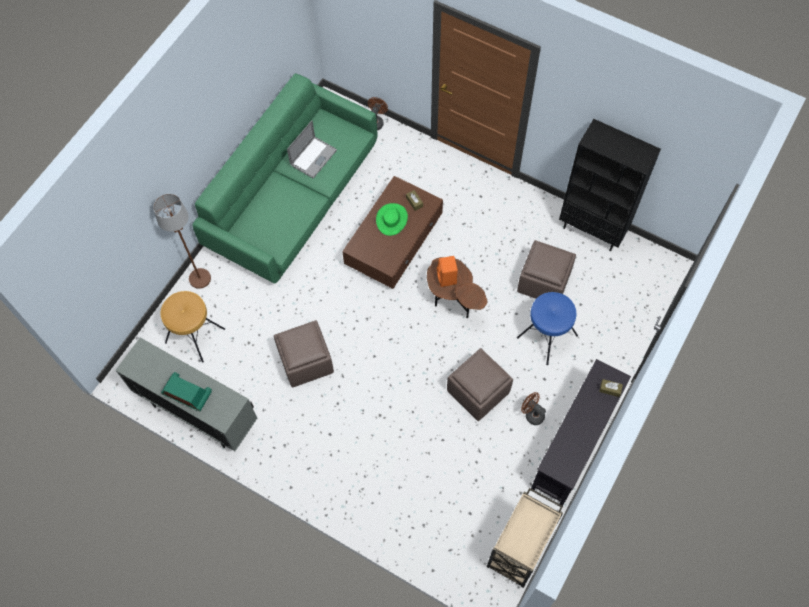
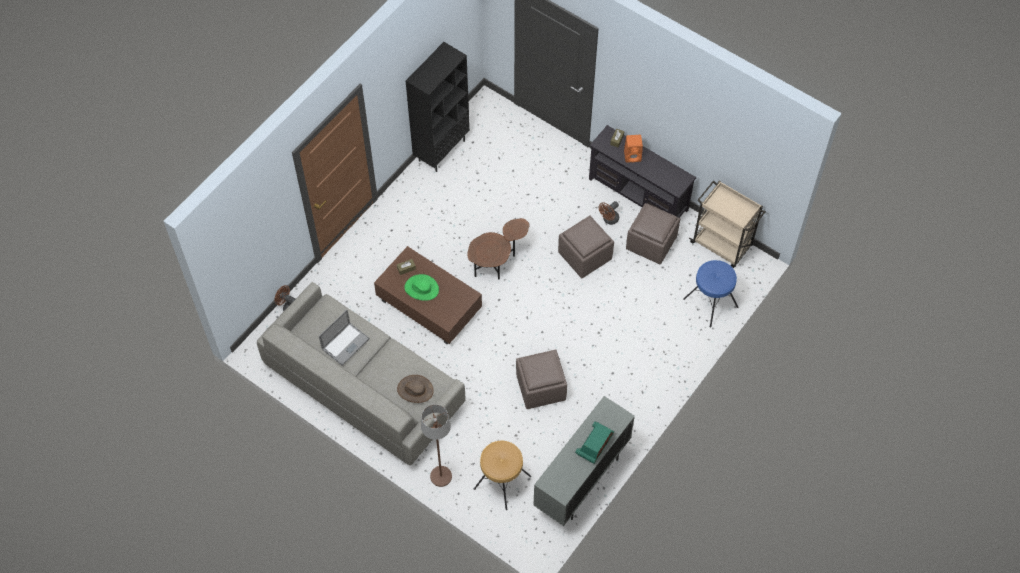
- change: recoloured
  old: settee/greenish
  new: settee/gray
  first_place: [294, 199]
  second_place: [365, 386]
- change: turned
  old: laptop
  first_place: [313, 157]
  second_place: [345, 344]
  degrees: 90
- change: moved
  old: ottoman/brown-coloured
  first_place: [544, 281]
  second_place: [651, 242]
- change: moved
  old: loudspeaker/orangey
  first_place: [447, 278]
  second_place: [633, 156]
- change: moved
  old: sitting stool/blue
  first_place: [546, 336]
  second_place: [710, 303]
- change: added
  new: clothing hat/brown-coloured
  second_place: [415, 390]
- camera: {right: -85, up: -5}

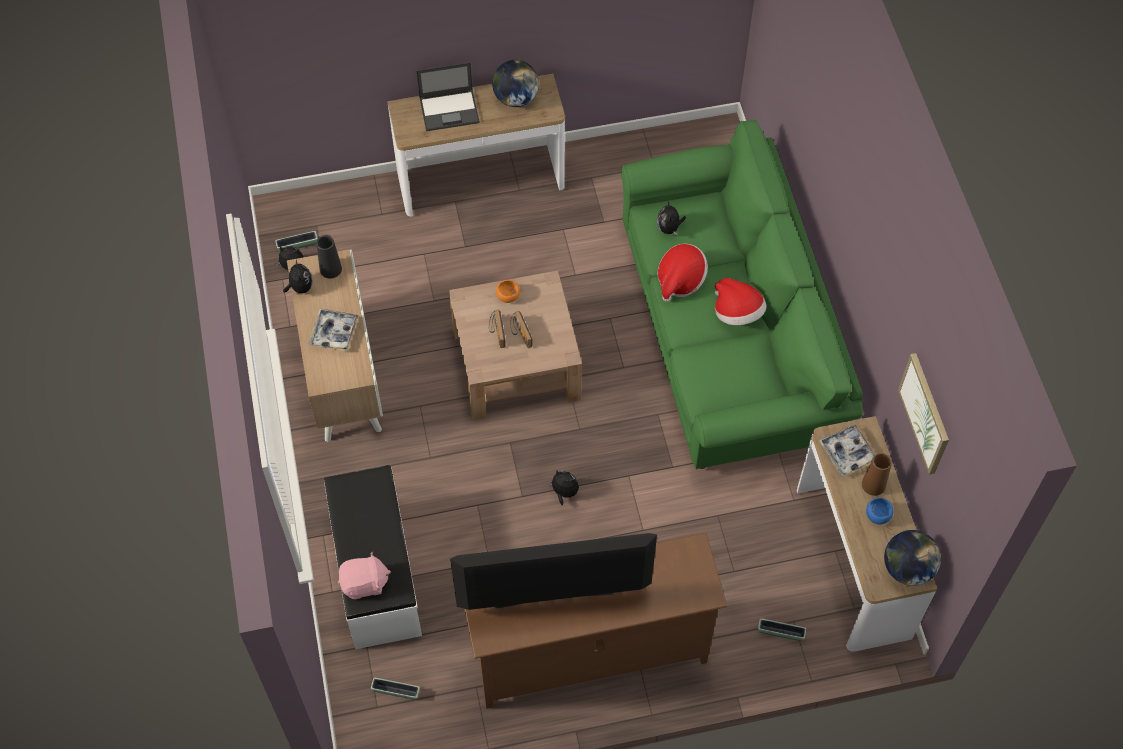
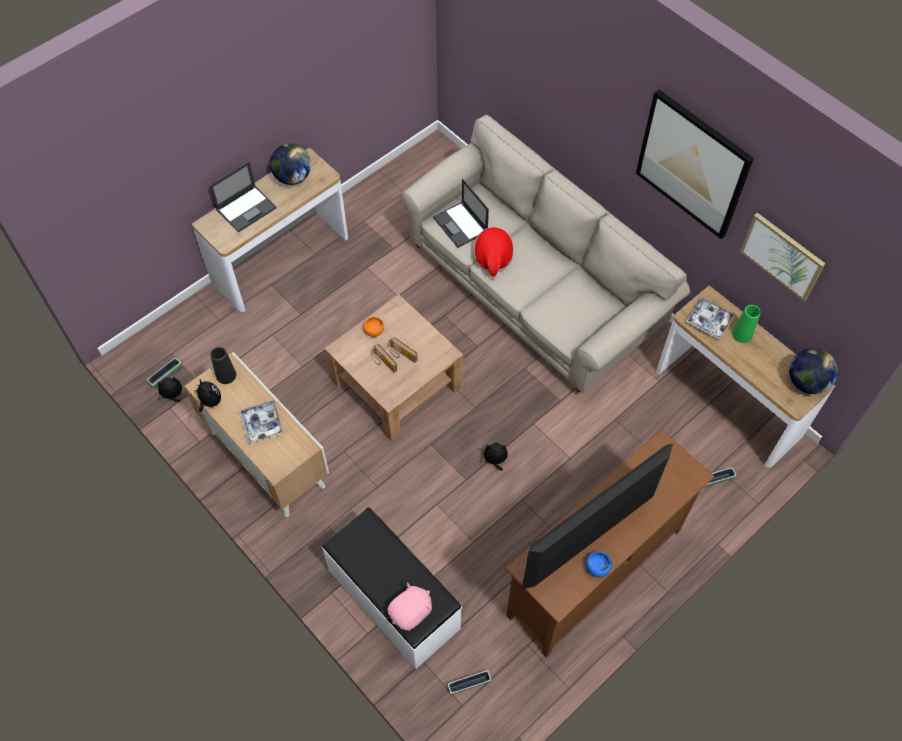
- change: recoloured
  old: settee/greenish
  new: settee/beige-coloured
  first_place: [727, 334]
  second_place: [535, 286]
- change: replaced
  old: plush toy
  new: laptop
  first_place: [669, 228]
  second_place: [461, 225]
- change: removed
  old: clothing hat
  first_place: [737, 313]
- change: recoloured
  old: decorative vase/brown-coloured
  new: decorative vase/greenish
  first_place: [873, 484]
  second_place: [742, 334]
- change: moved
  old: deep dish/blue
  first_place: [878, 515]
  second_place: [597, 567]
- change: added
  new: wall picture
  second_place: [692, 164]
- camera: {right: -30, up: 0}

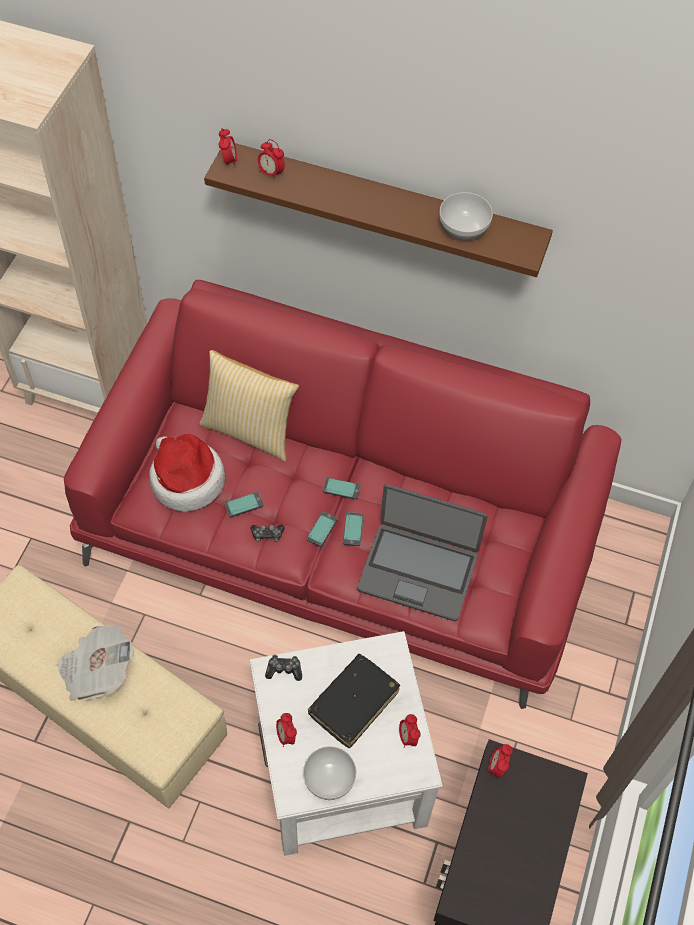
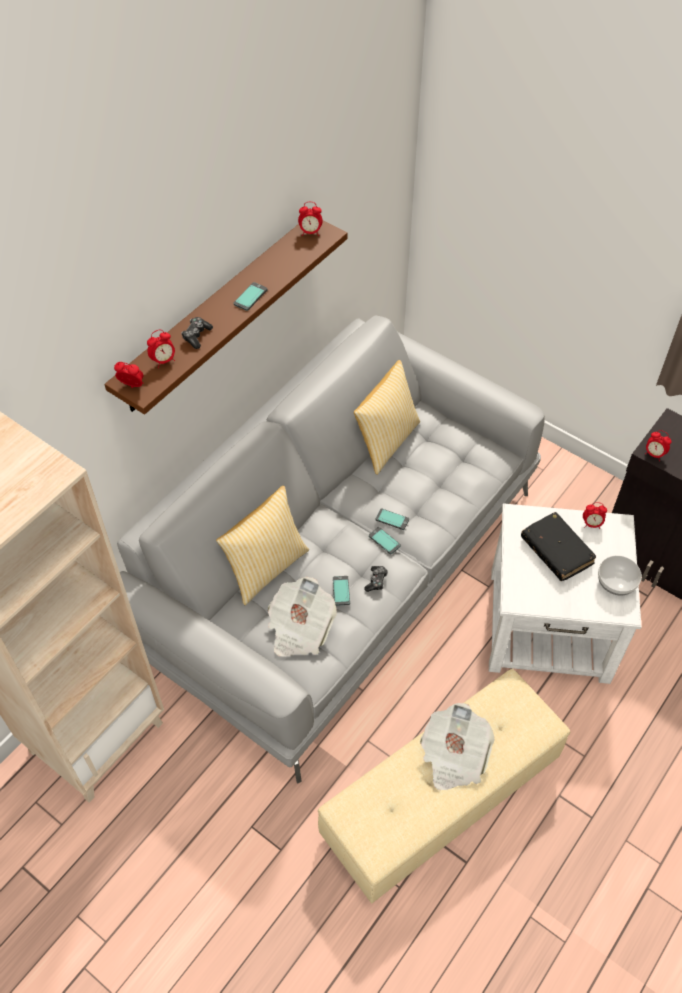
- change: removed
  old: deep dish
  first_place: [463, 228]
- change: recoloured
  old: settee/reddish
  new: settee/gray
  first_place: [343, 533]
  second_place: [341, 567]
- change: replaced
  old: clothing hat
  new: newspaper
  first_place: [186, 480]
  second_place: [299, 628]
- change: moved
  old: phone
  first_place: [341, 488]
  second_place: [250, 297]
- change: removed
  old: laptop
  first_place: [418, 571]
- change: moved
  old: gamepad
  first_place: [284, 670]
  second_place: [196, 336]
- change: moved
  old: bedside clock
  first_place: [286, 736]
  second_place: [310, 232]
- change: added
  new: pillow
  second_place: [386, 442]
- camera: {right: -70, up: -5}

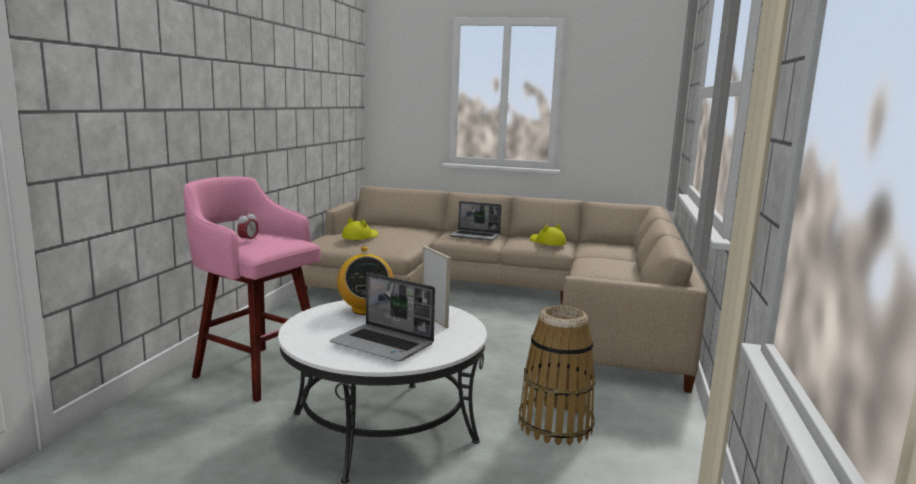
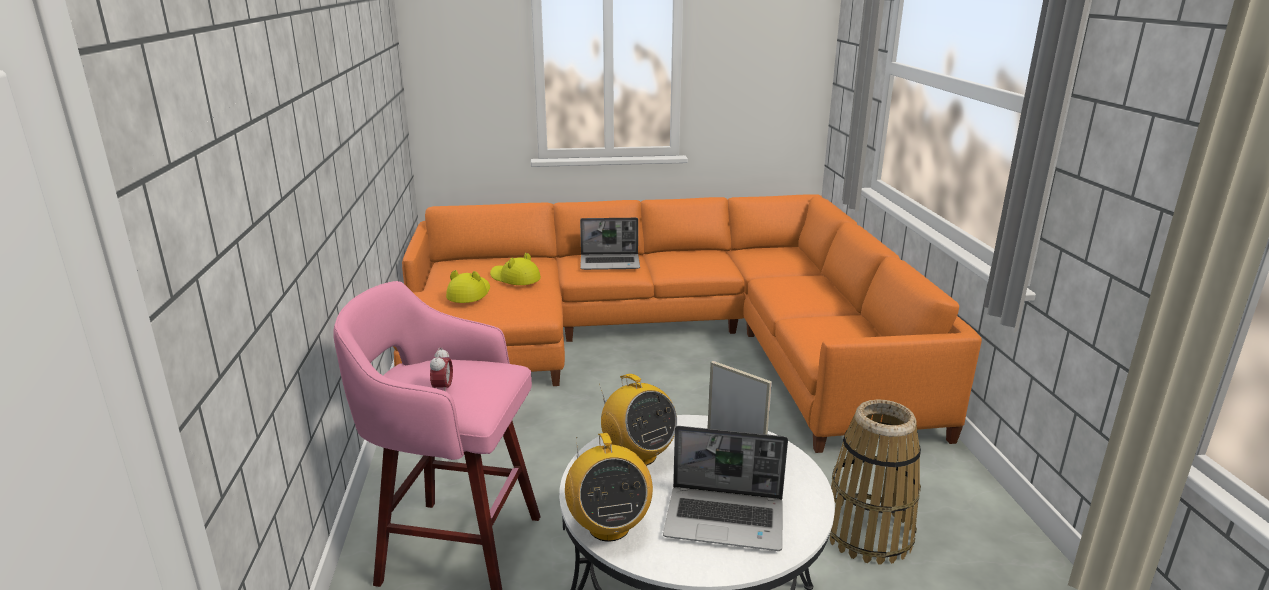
- change: recoloured
  old: settee/beige-coloured
  new: settee/orangey
  first_place: [508, 299]
  second_place: [667, 339]
- change: moved
  old: clothing hat/yellowish
  first_place: [547, 242]
  second_place: [515, 278]
- change: added
  new: radio
  second_place: [608, 527]
- camera: {right: -20, up: 10}

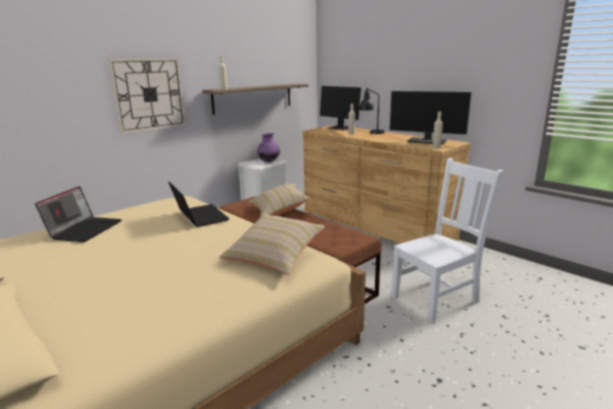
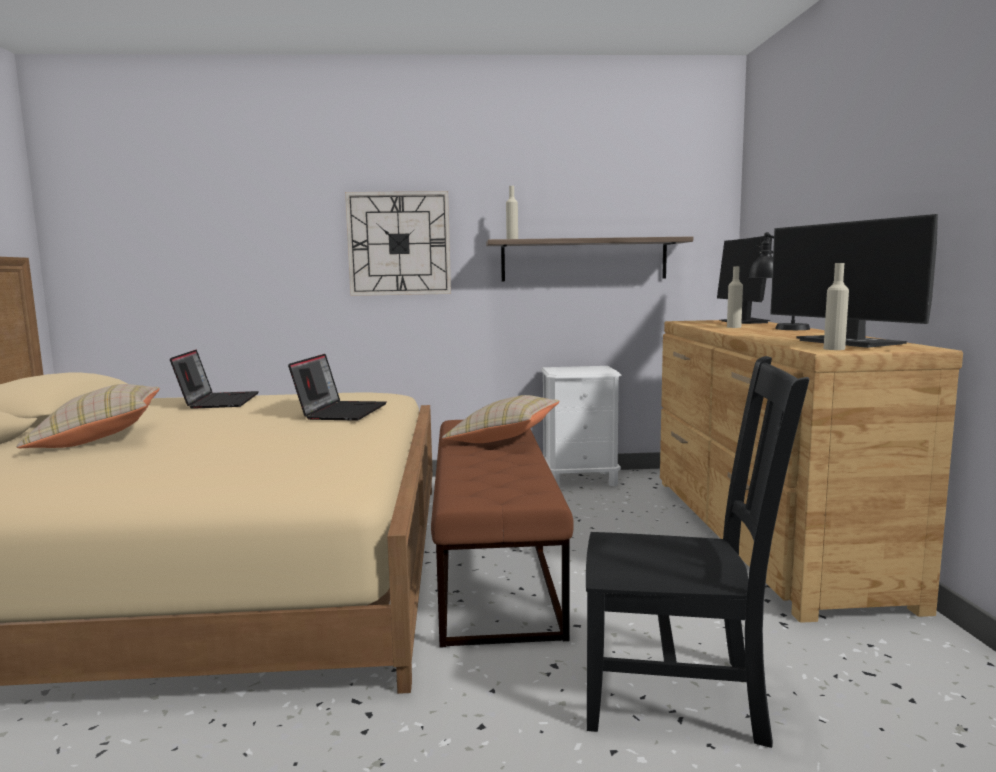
- change: removed
  old: decorative vase/purple-coloured
  first_place: [268, 161]
- change: recoloured
  old: plain chair/white
  new: plain chair/black-coloured
  first_place: [437, 298]
  second_place: [679, 695]
- change: turned
  old: laptop
  first_place: [85, 229]
  second_place: [218, 401]
  degrees: -60
- change: moved
  old: pillow/beige-coloured
  first_place: [274, 256]
  second_place: [97, 438]
- camera: {right: 40, up: -10}

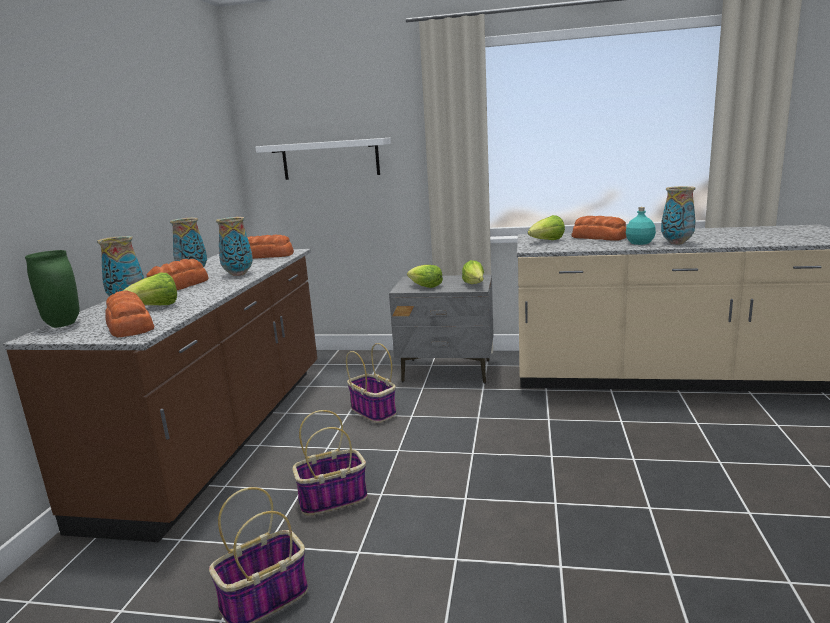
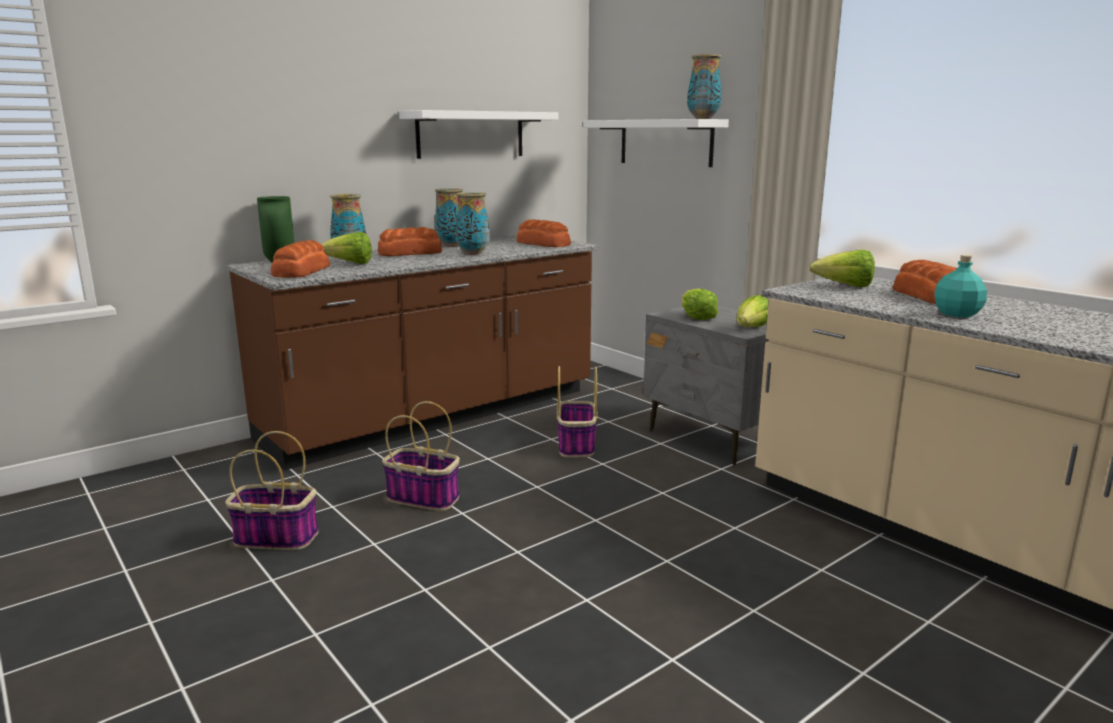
- change: moved
  old: decorative vase
  first_place: [677, 243]
  second_place: [703, 118]
- change: added
  new: bracket shelf/white
  second_place: [470, 134]
- camera: {right: 40, up: 0}

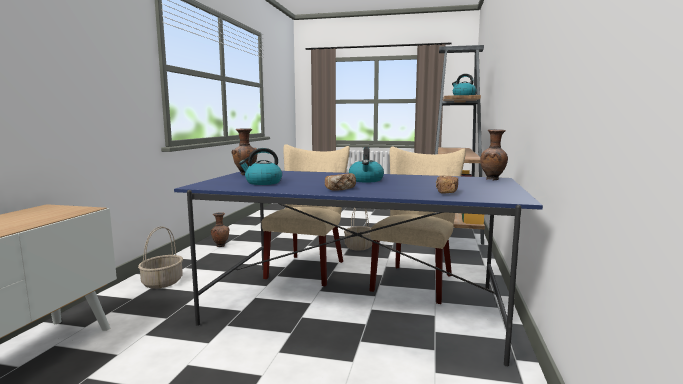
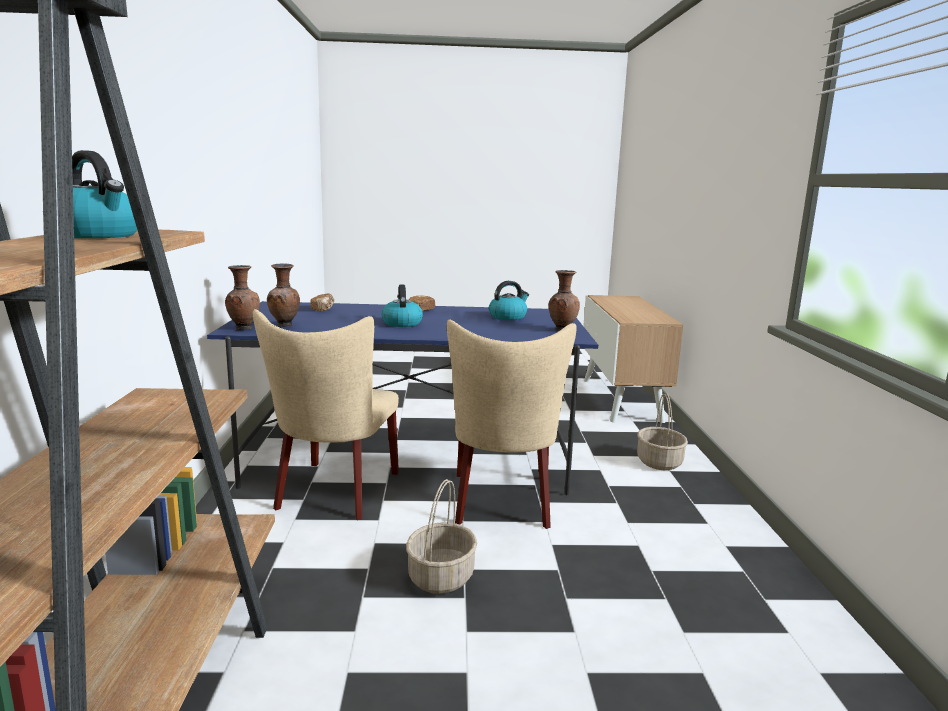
- change: moved
  old: decorative vase/brown-coloured
  first_place: [220, 246]
  second_place: [285, 325]
- camera: {right: 165, up: 5}

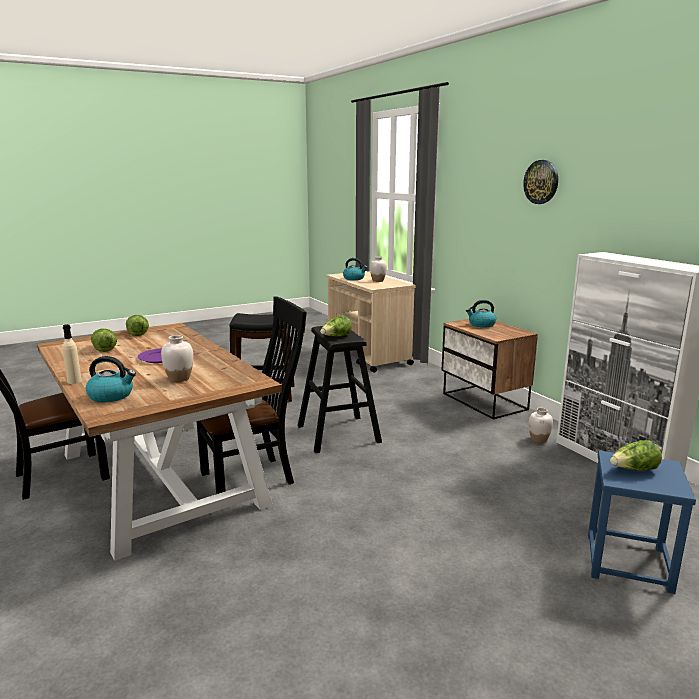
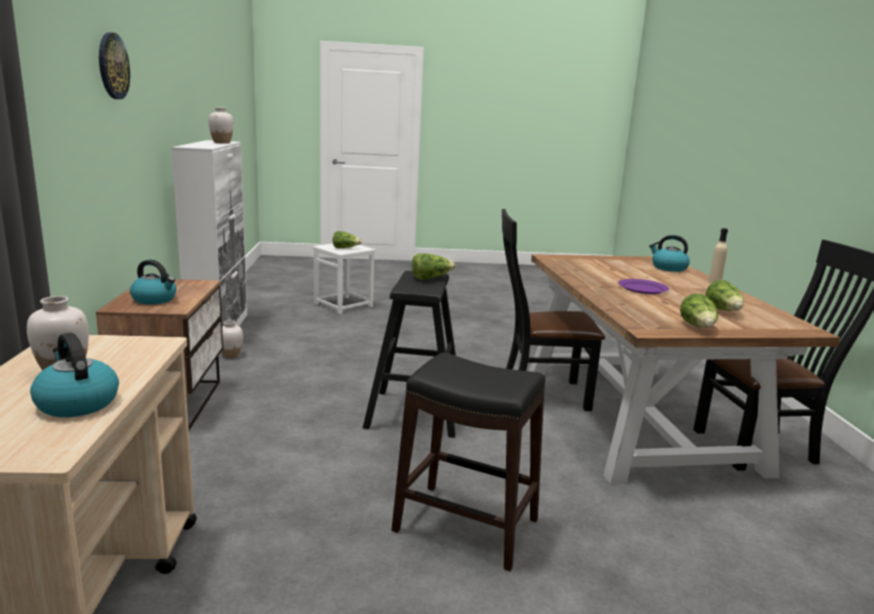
- change: moved
  old: decorative vase/white
  first_place: [179, 378]
  second_place: [222, 143]
- change: recoloured
  old: sitting stool/blue
  new: sitting stool/white
  first_place: [628, 563]
  second_place: [344, 305]
- camera: {right: -155, up: 0}

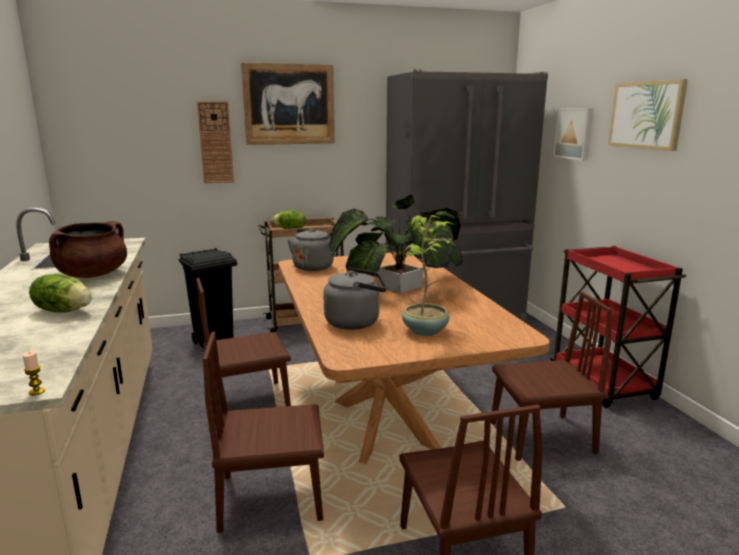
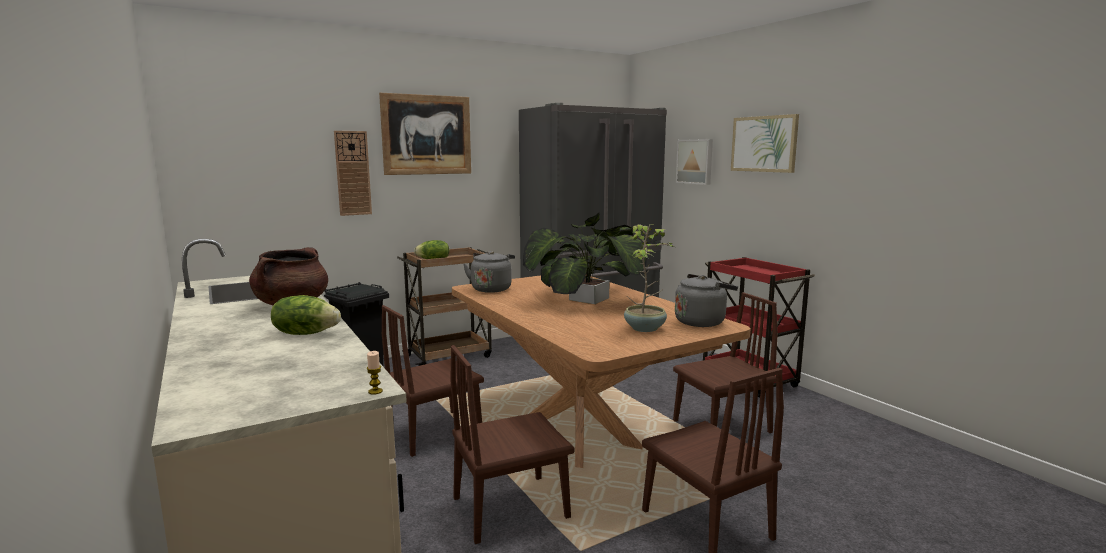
- change: moved
  old: kettle/gray
  first_place: [356, 322]
  second_place: [702, 322]
- camera: {right: -15, up: -5}

